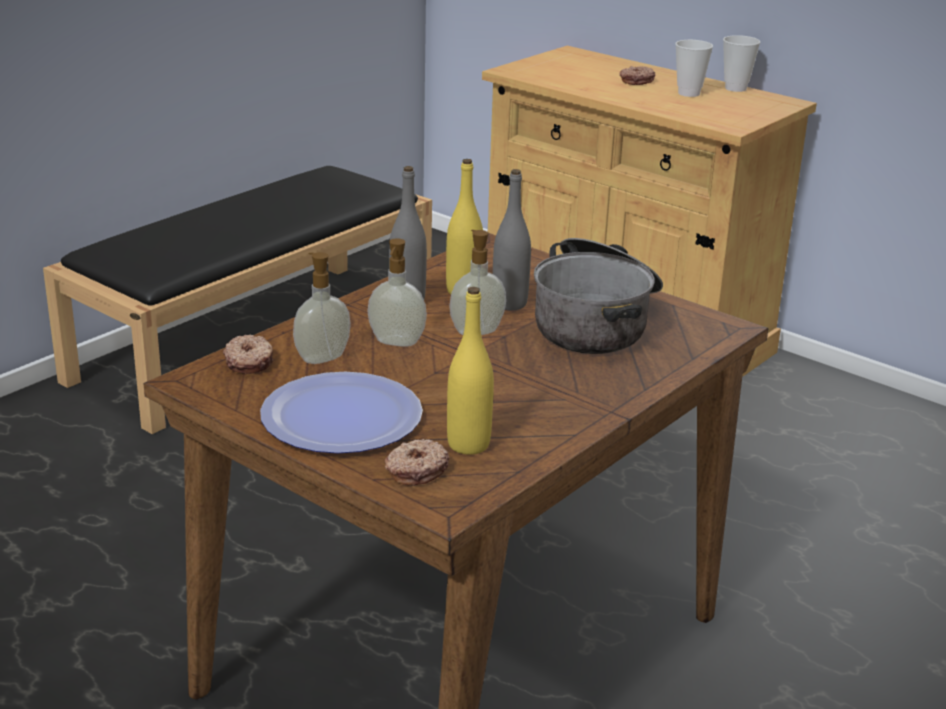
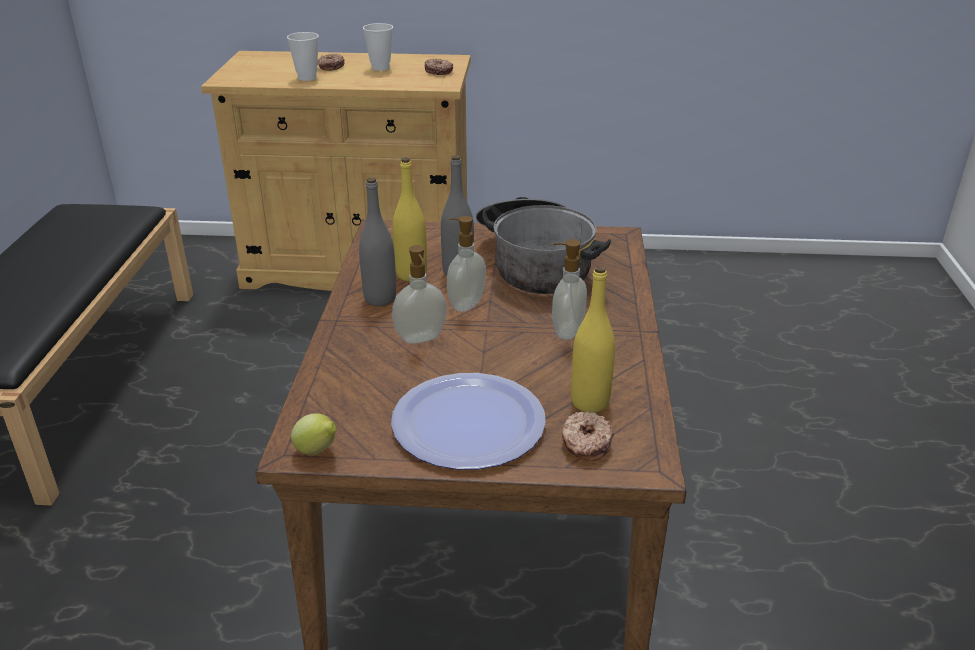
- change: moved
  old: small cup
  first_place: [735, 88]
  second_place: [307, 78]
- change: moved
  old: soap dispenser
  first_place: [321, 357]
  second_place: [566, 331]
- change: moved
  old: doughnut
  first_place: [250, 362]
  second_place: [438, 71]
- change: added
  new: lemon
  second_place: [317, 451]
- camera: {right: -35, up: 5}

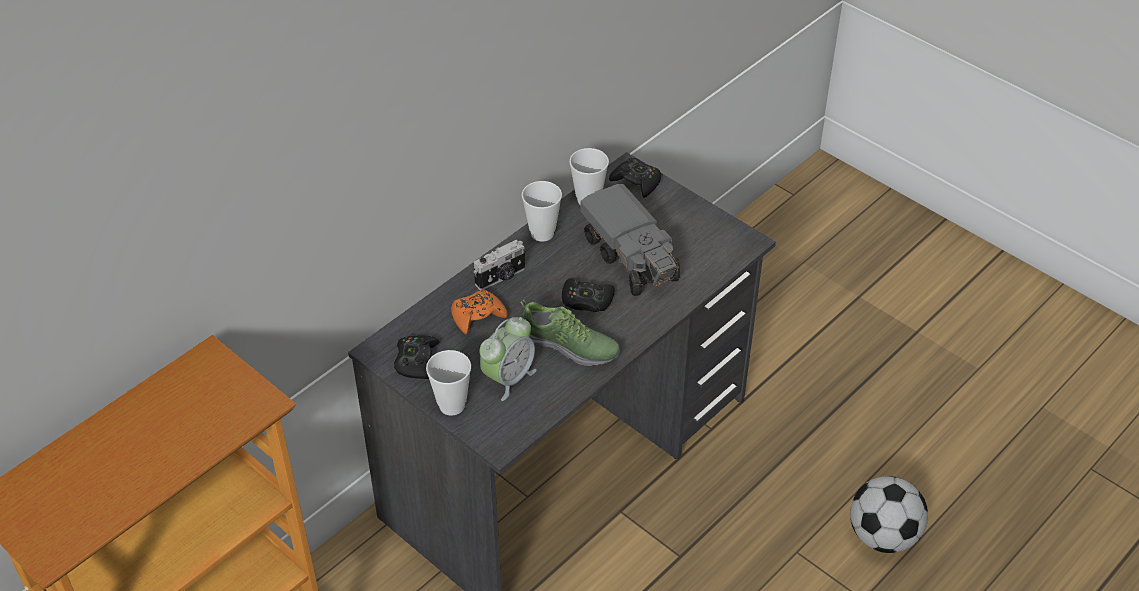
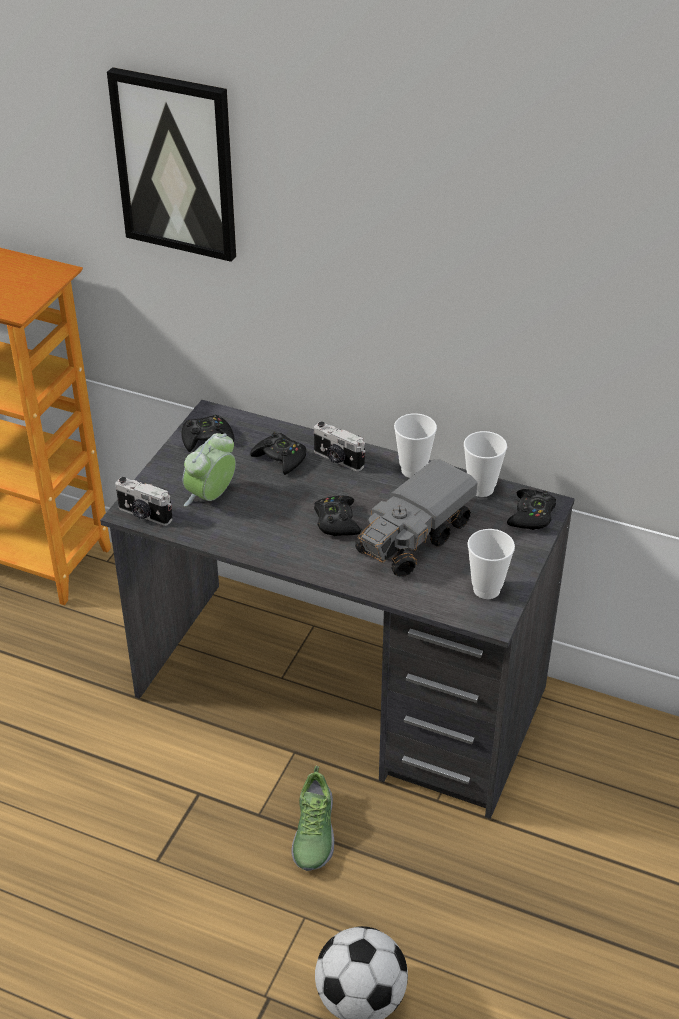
- change: recoloured
  old: gamepad/orangey
  new: gamepad/black-coloured
  first_place: [477, 316]
  second_place: [280, 458]
- change: moved
  old: item of footwear
  first_place: [569, 346]
  second_place: [313, 833]
- change: turned
  old: bedside clock
  first_place: [508, 378]
  second_place: [211, 497]
  degrees: 105
- change: moved
  old: small cup
  first_place: [452, 405]
  second_place: [486, 589]
- change: added
  new: wall picture
  second_place: [176, 164]
- change: added
  new: photo camera
  second_place: [144, 515]
- camera: {right: 70, up: -5}

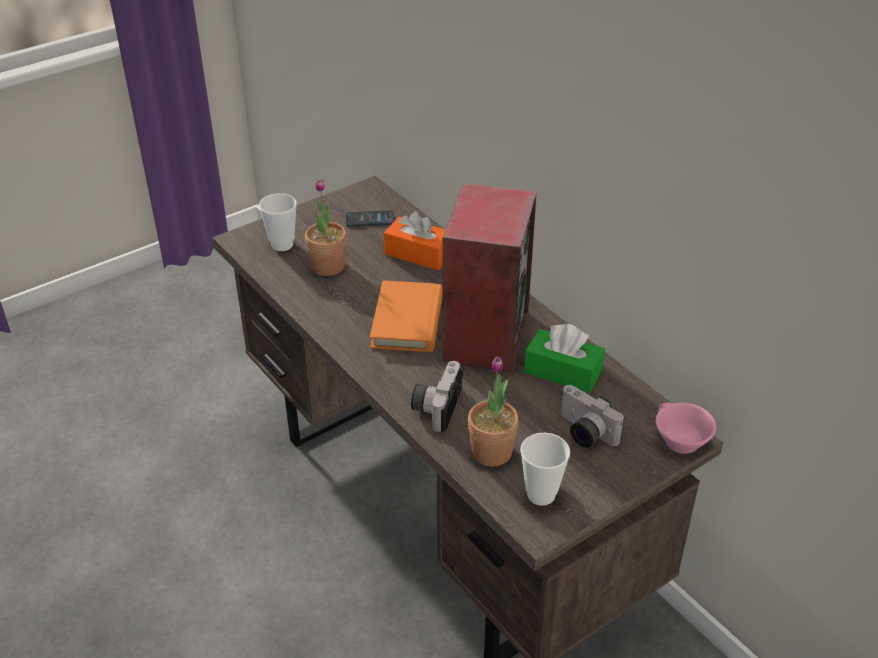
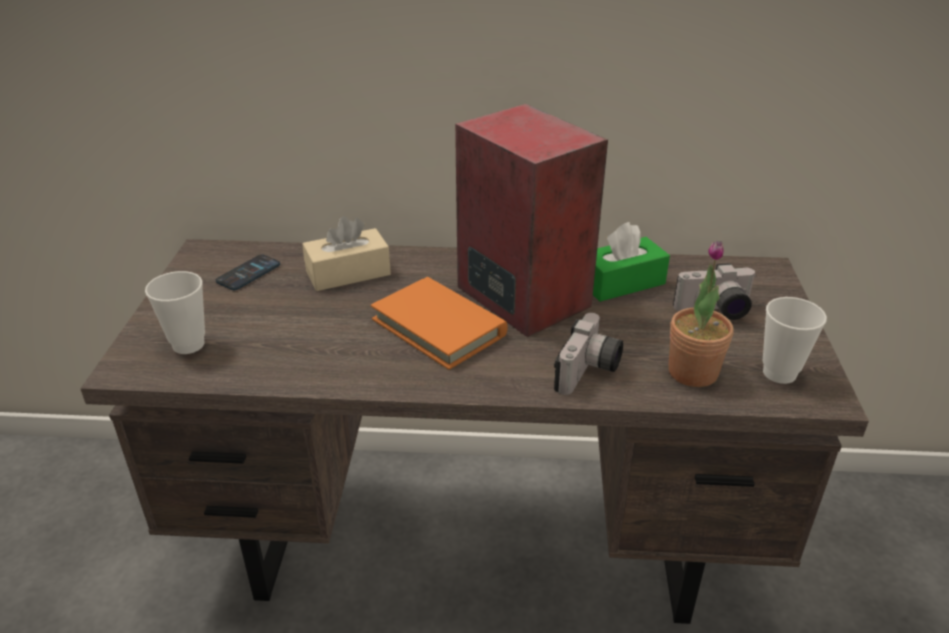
- change: removed
  old: plant in a pot
  first_place: [328, 266]
- change: recoloured
  old: box of tissues/orangey
  new: box of tissues/beige-coloured
  first_place: [418, 254]
  second_place: [348, 273]
- change: turned
  old: photo camera
  first_place: [436, 406]
  second_place: [589, 372]
  degrees: -120
- change: removed
  old: small cup/pink
  first_place: [678, 440]
- camera: {right: -50, up: -5}

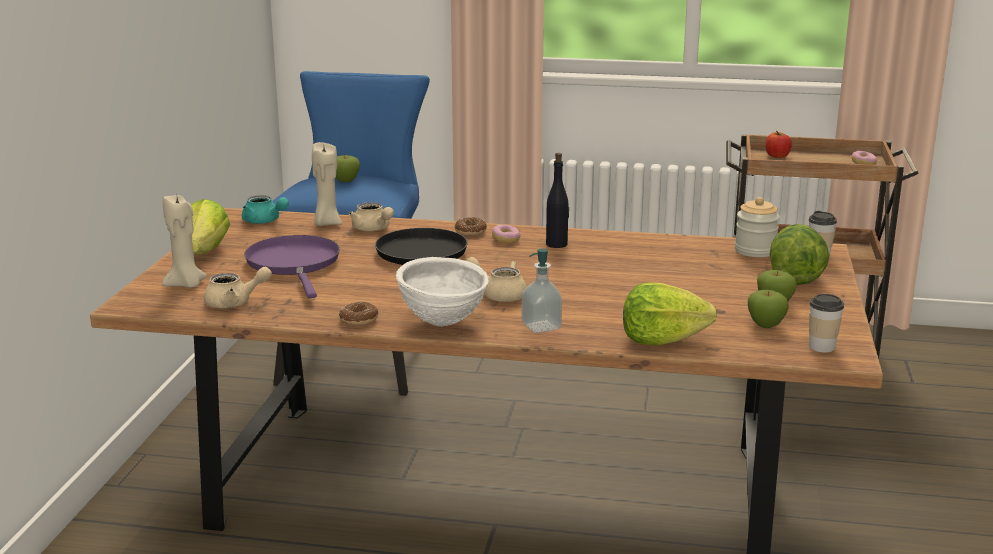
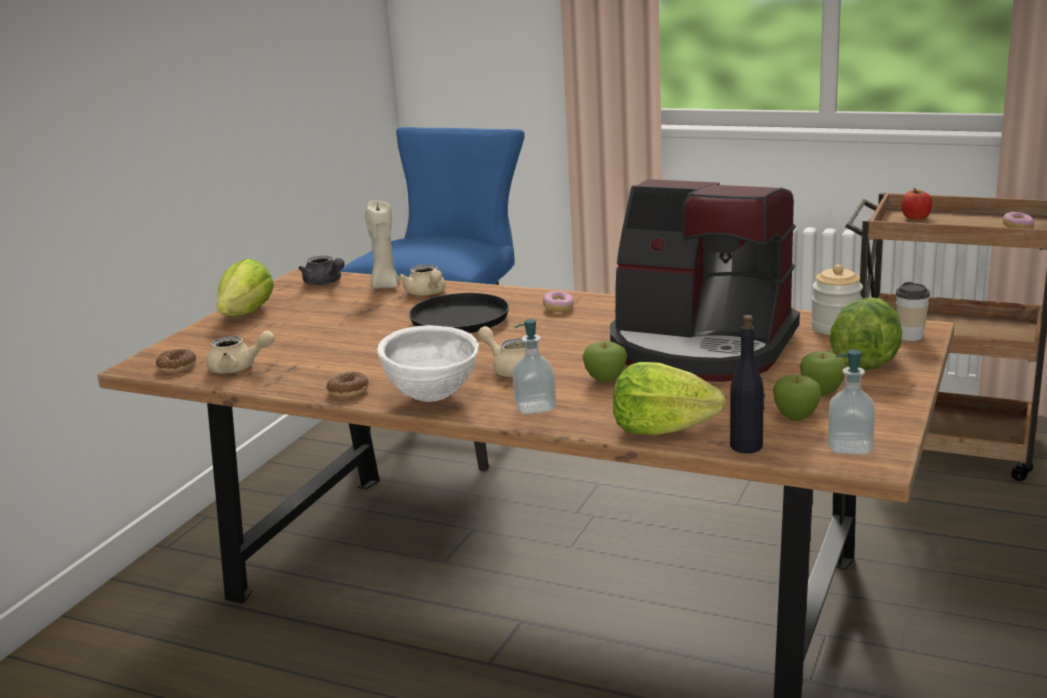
- change: moved
  old: drink bottle/black-coloured
  first_place: [557, 244]
  second_place: [747, 446]
- change: moved
  old: whole apple
  first_place: [345, 181]
  second_place: [605, 379]
- change: removed
  old: wax candle/beige-coloured
  first_place: [186, 285]
- change: recoloured
  old: tea pot/blue-green
  new: tea pot/gray
  first_place: [264, 221]
  second_place: [325, 283]
- change: moved
  old: doughnut
  first_place: [470, 232]
  second_place: [177, 367]
- change: removed
  old: pan/purple-coloured
  first_place: [294, 264]
- change: replaced
  old: small cup
  new: soap dispenser
  first_place: [822, 347]
  second_place: [850, 447]
- change: added
  new: coffee brewer
  second_place: [701, 348]
- camera: {right: 15, up: 0}

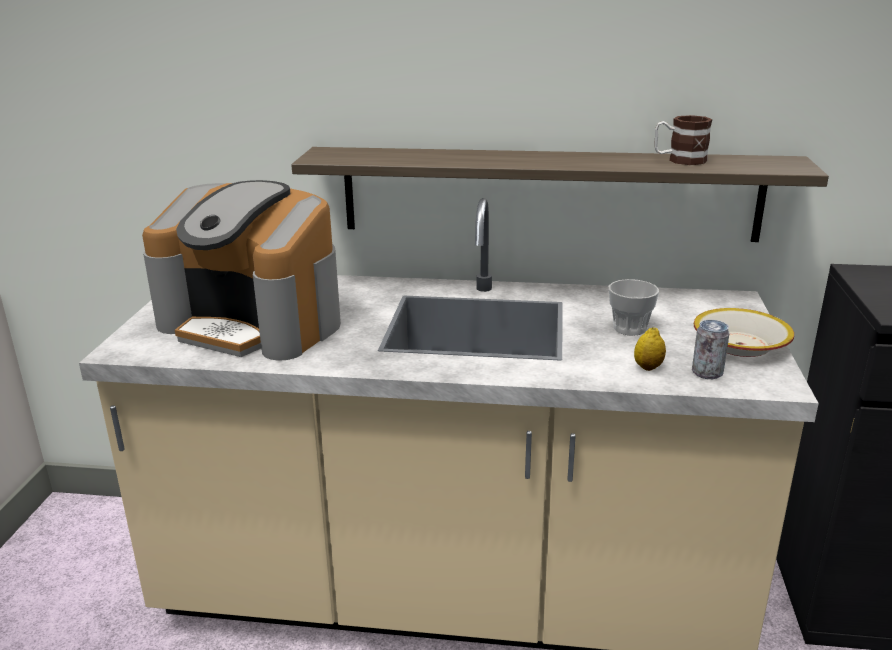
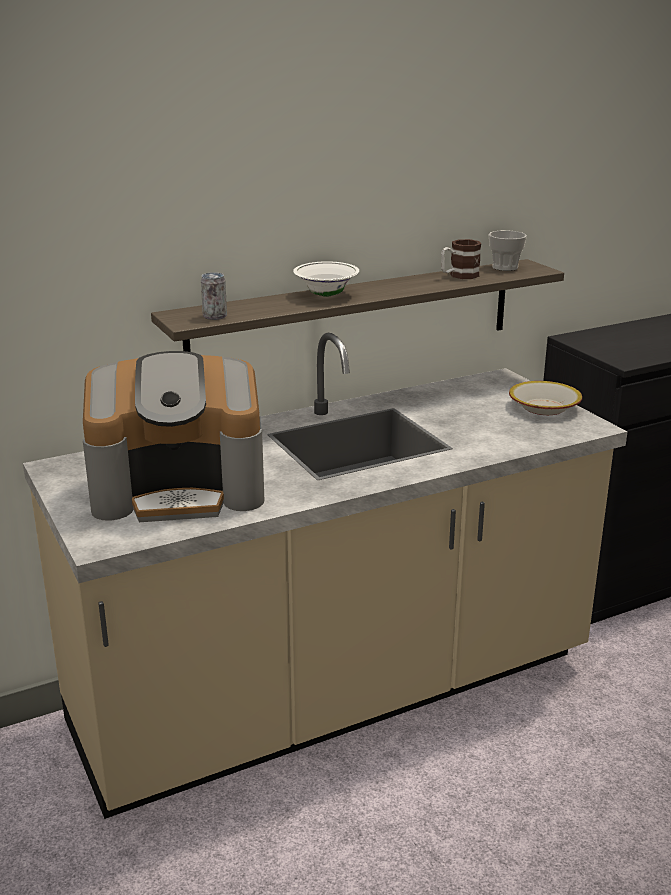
- change: moved
  old: small cup
  first_place: [629, 328]
  second_place: [505, 267]
- change: moved
  old: metal can
  first_place: [707, 373]
  second_place: [215, 316]
- change: removed
  old: lemon
  first_place: [648, 367]
- change: added
  new: deep dish/white
  second_place: [326, 295]
- camera: {right: -35, up: 0}

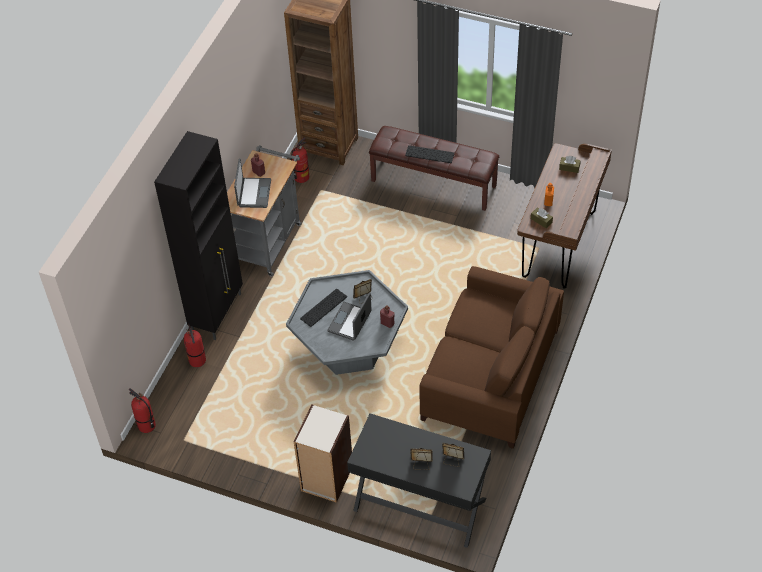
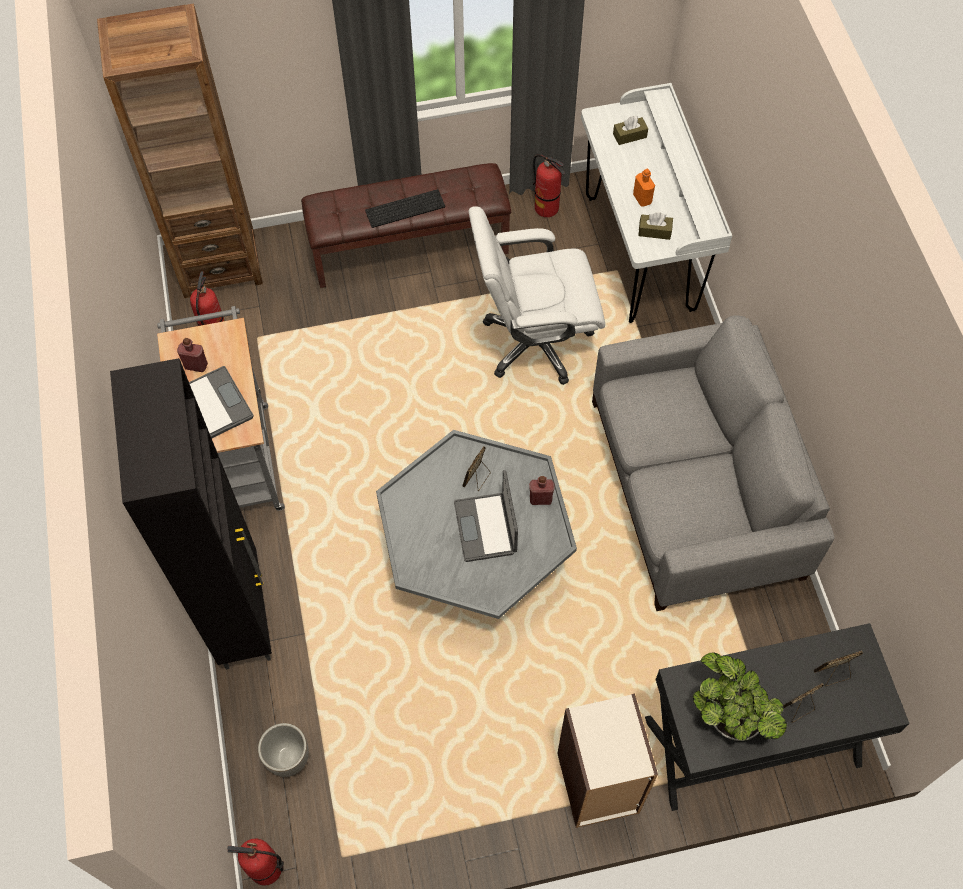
- change: recoloured
  old: desk table/brown-coloured
  new: desk table/white
  first_place: [559, 245]
  second_place: [640, 253]
- change: recoloured
  old: settee/brown-coloured
  new: settee/gray
  first_place: [489, 374]
  second_place: [693, 488]
- change: removed
  old: keyboard
  first_place: [324, 308]
- change: moved
  old: extinguisher
  first_place: [197, 360]
  second_place: [547, 208]
- change: added
  new: computer chair/white
  second_place: [534, 342]
- change: added
  new: plant in a pot
  second_place: [730, 715]
- change: added
  new: flower pot
  second_place: [288, 758]
- camera: {right: -35, up: 10}

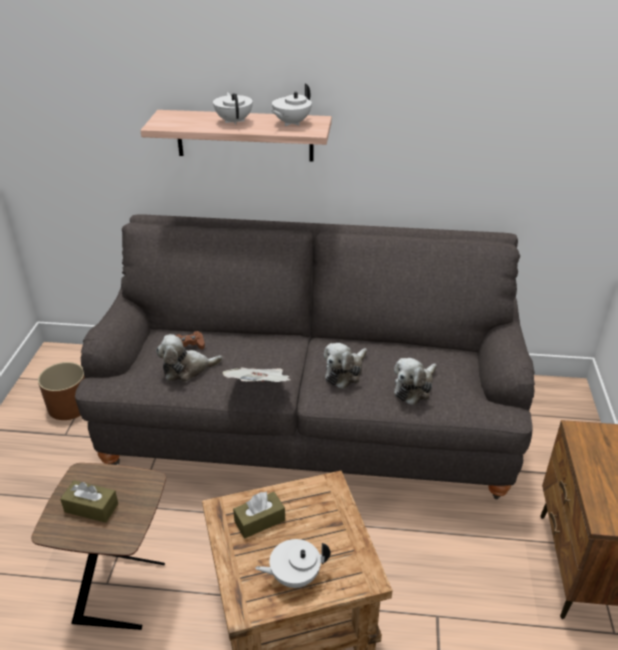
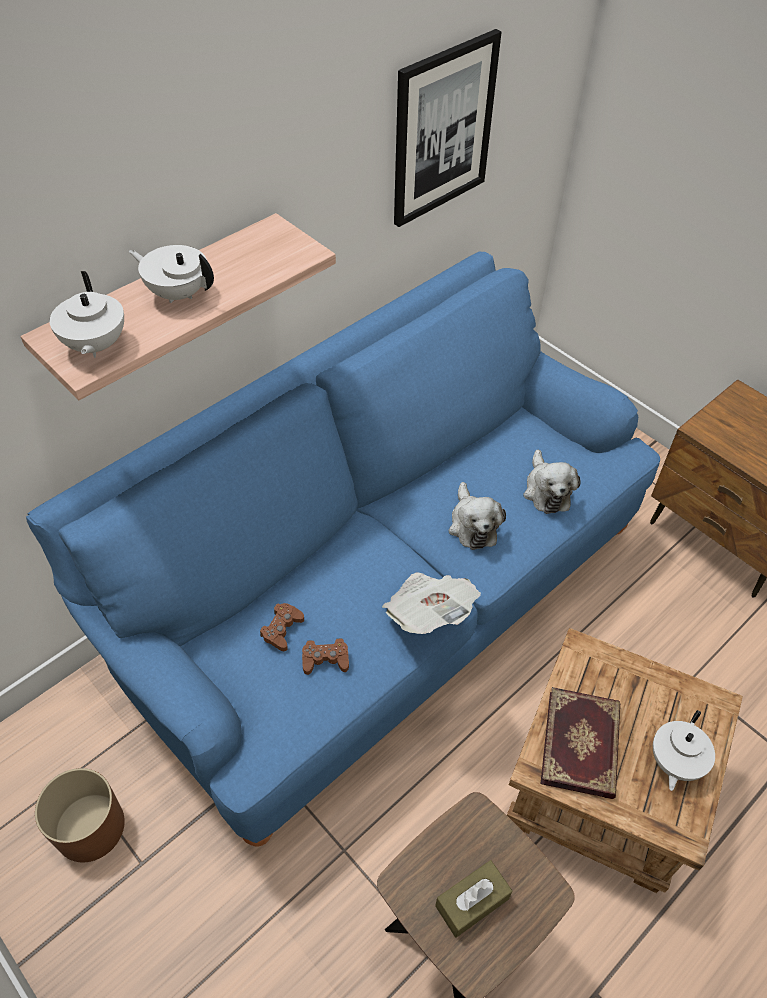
- change: moved
  old: tea pot/white
  first_place: [291, 123]
  second_place: [95, 346]
- change: recoloured
  old: settee/gray
  new: settee/blue
  first_place: [309, 423]
  second_place: [380, 600]
- change: replaced
  old: plush toy
  new: gamepad/brown-coloured
  first_place: [187, 369]
  second_place: [325, 659]
- change: replaced
  old: box of tissues/brown-coloured
  new: volume
  first_place: [259, 521]
  second_place: [582, 744]
- change: added
  new: wall picture
  second_place: [442, 130]
- camera: {right: -50, up: 15}

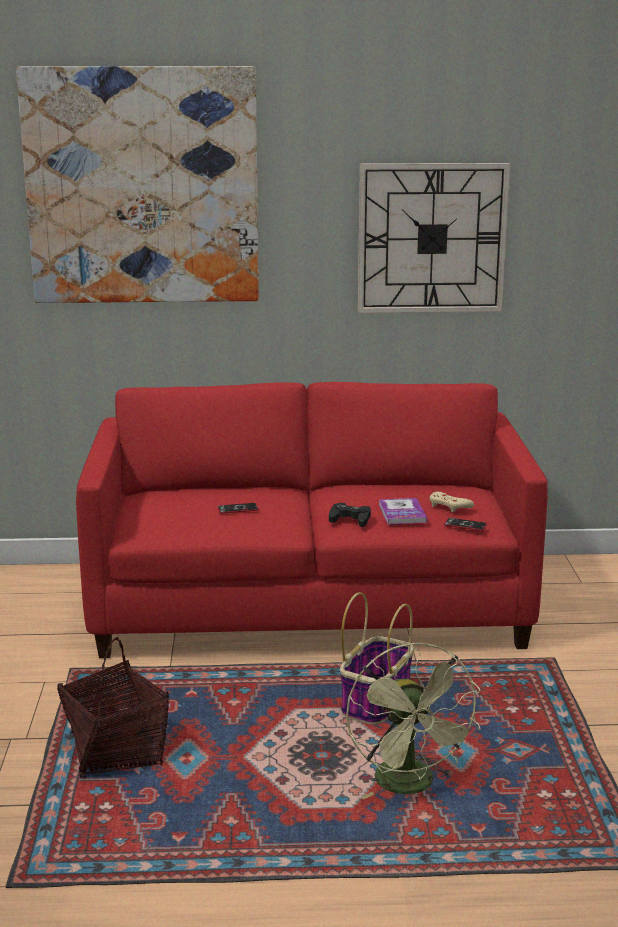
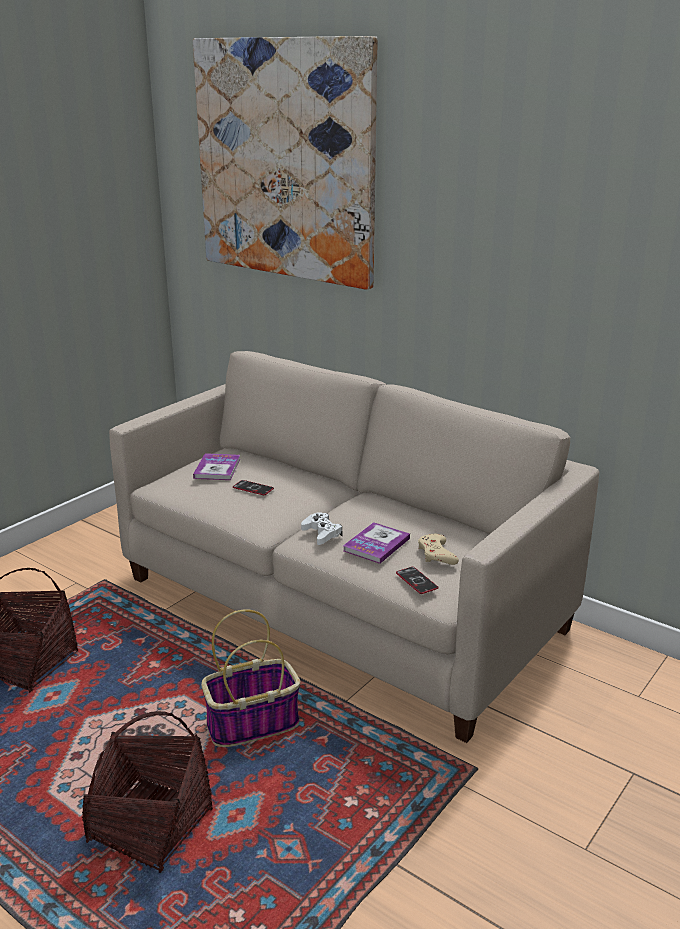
- change: removed
  old: clock on the wall
  first_place: [432, 238]
- change: recoloured
  old: settee/reddish
  new: settee/beige-coloured
  first_place: [310, 606]
  second_place: [341, 604]
- change: recoloured
  old: gamepad/black-coloured
  new: gamepad/white
  first_place: [350, 520]
  second_place: [322, 533]
- change: replaced
  old: electric fan/greenish
  new: storage basket
  first_place: [411, 786]
  second_place: [151, 826]
- change: added
  new: volume
  second_place: [217, 468]
- camera: {right: 40, up: 5}

